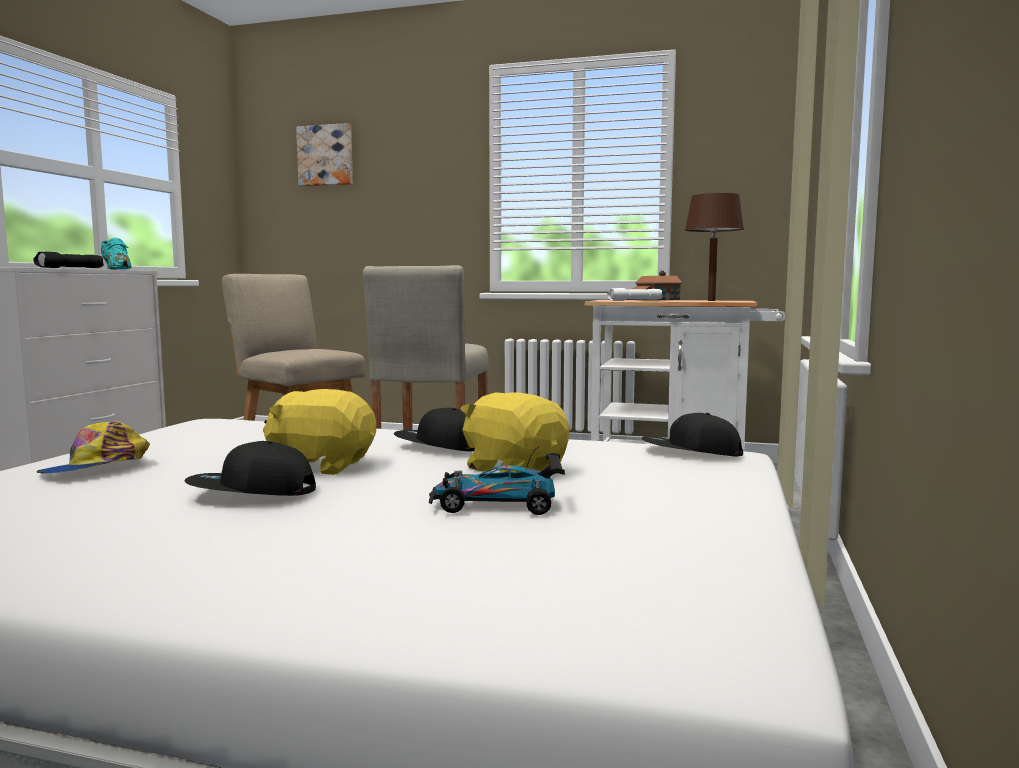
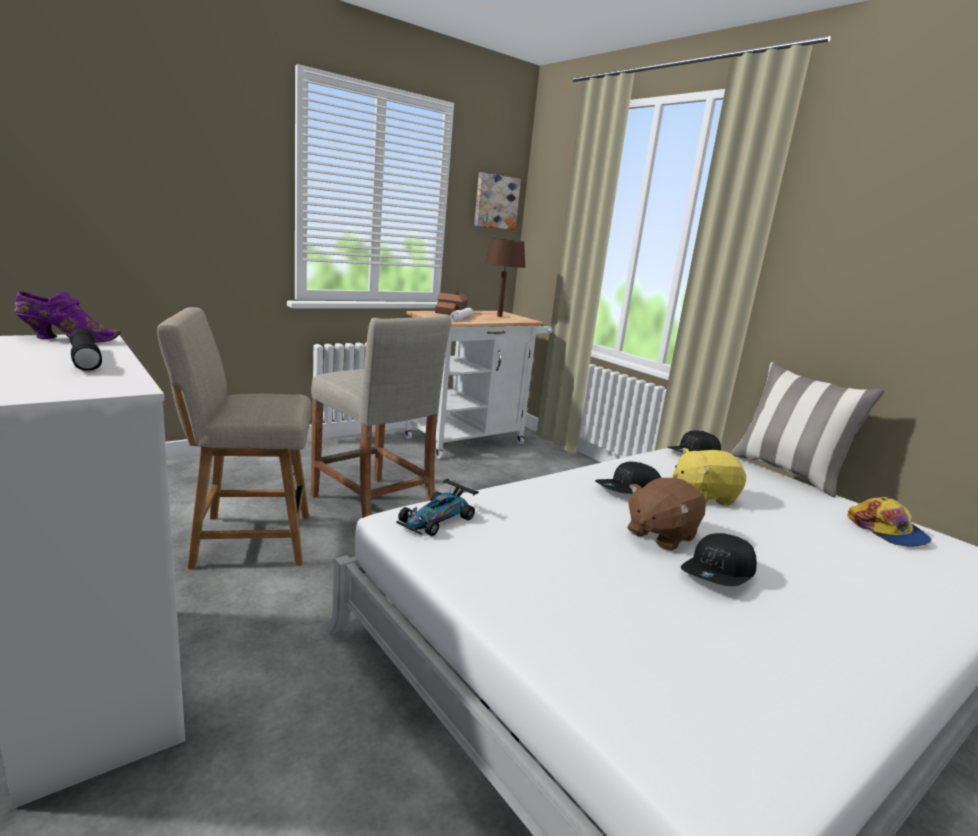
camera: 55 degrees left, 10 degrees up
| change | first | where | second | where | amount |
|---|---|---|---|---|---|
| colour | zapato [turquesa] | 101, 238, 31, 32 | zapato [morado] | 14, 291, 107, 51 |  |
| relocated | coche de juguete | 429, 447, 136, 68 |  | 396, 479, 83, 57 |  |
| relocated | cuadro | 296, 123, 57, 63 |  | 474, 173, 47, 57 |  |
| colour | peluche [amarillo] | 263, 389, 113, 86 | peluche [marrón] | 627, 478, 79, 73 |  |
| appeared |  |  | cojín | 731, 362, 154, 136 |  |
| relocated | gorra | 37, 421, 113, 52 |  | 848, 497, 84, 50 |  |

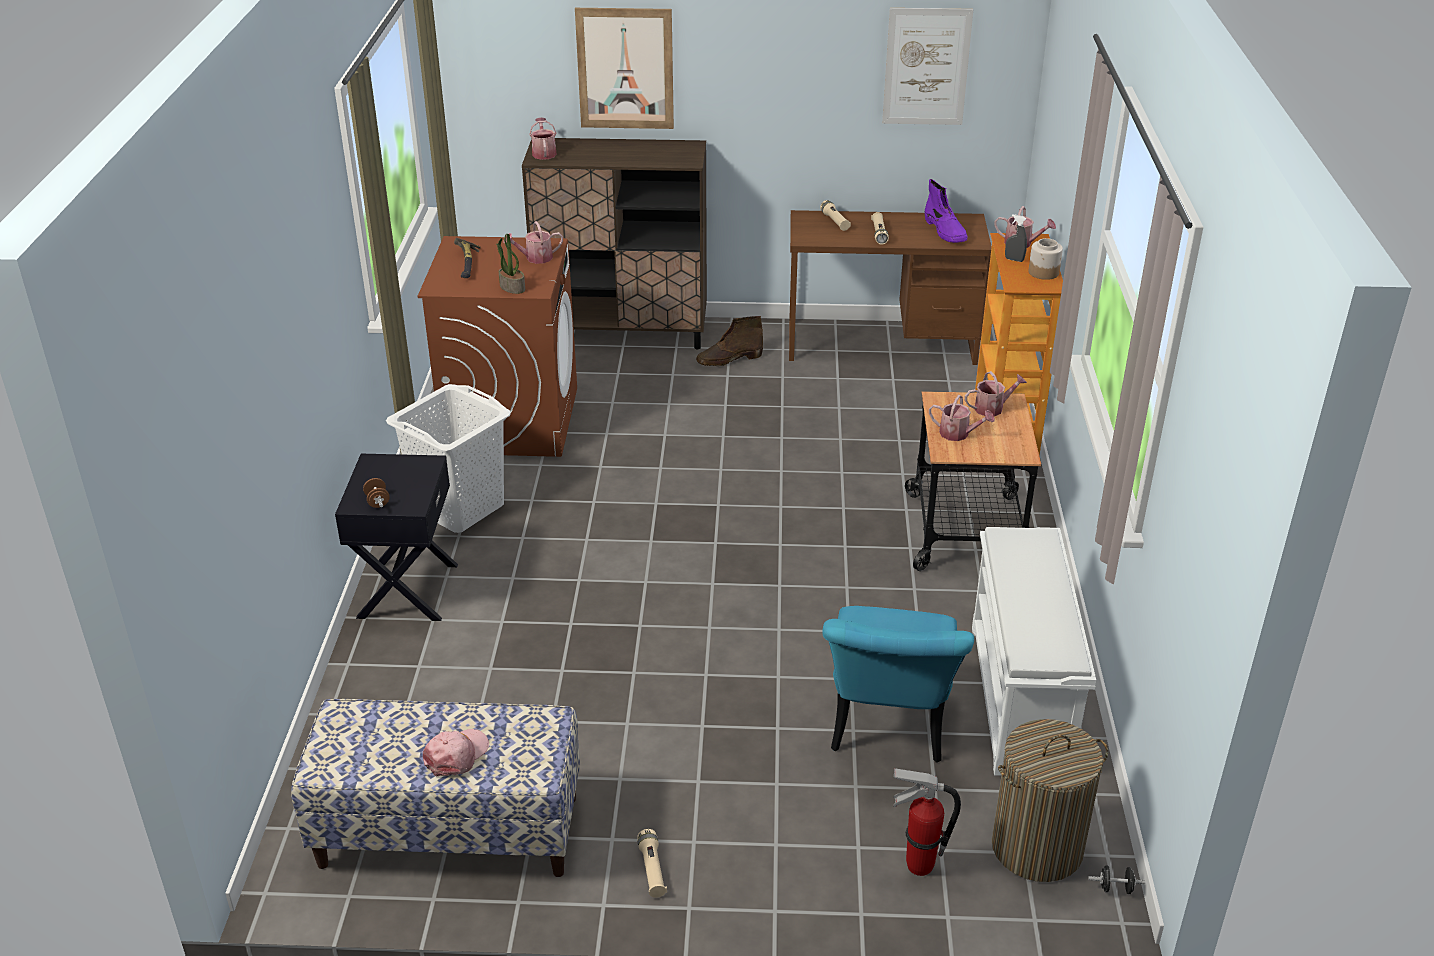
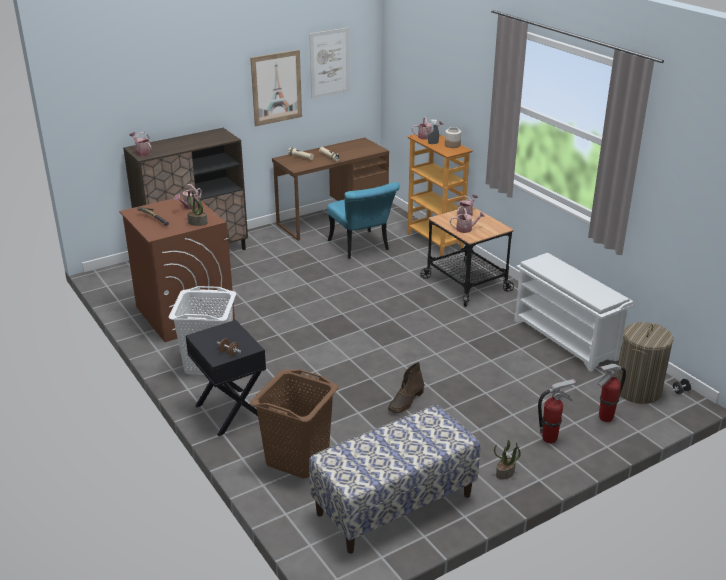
camera: 35 degrees left, 5 degrees down
| change | first | where | second | where | amount |
|---|---|---|---|---|---|
| relocated | cuadro | 575, 8, 99, 121 |  | 250, 50, 52, 76 |  |
| appeared |  |  | cesto de la ropa [marrón] | 250, 369, 88, 109 |  |
| relocated | silla [turquesa] | 822, 606, 152, 157 |  | 327, 182, 73, 77 |  |
| relocated | bota [marrón] | 696, 316, 67, 51 |  | 388, 362, 36, 51 |  |
| exchanged | linterna [beis] | 637, 829, 30, 69 | planta en maceta | 494, 440, 27, 40 |  |
| appeared |  |  | extintor | 538, 379, 38, 65 |  |
| missing | gorra [rosa] | 423, 729, 66, 47 |  |  |  |
| missing | bota [morado] | 925, 179, 43, 64 |  |  |  |

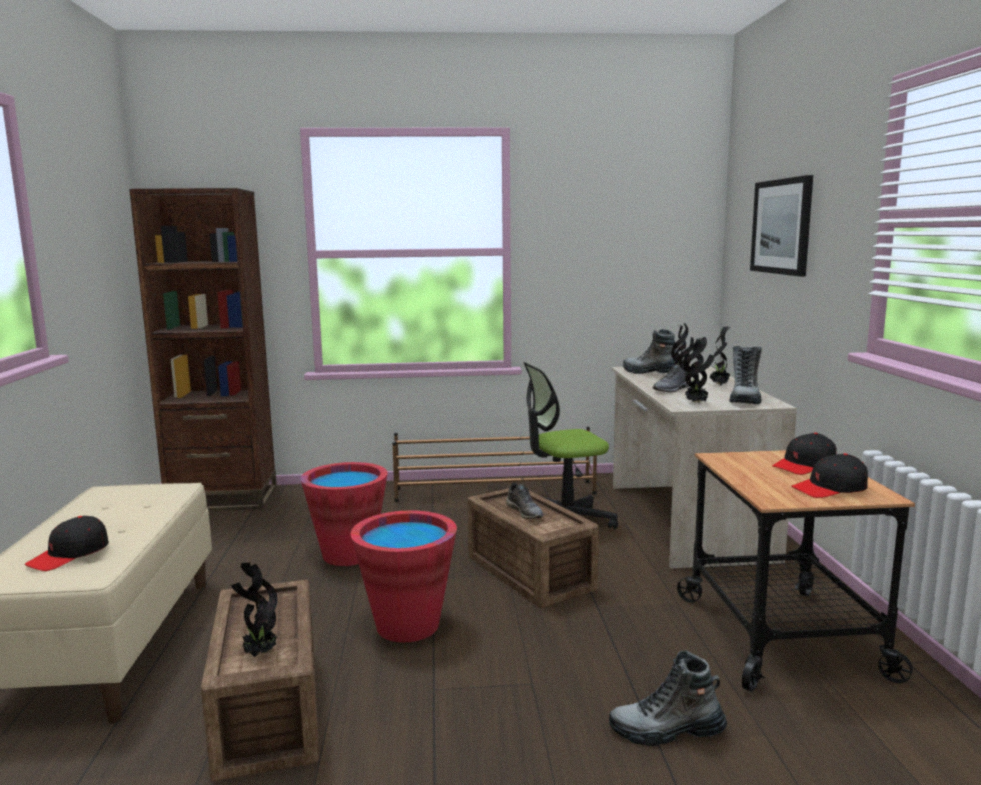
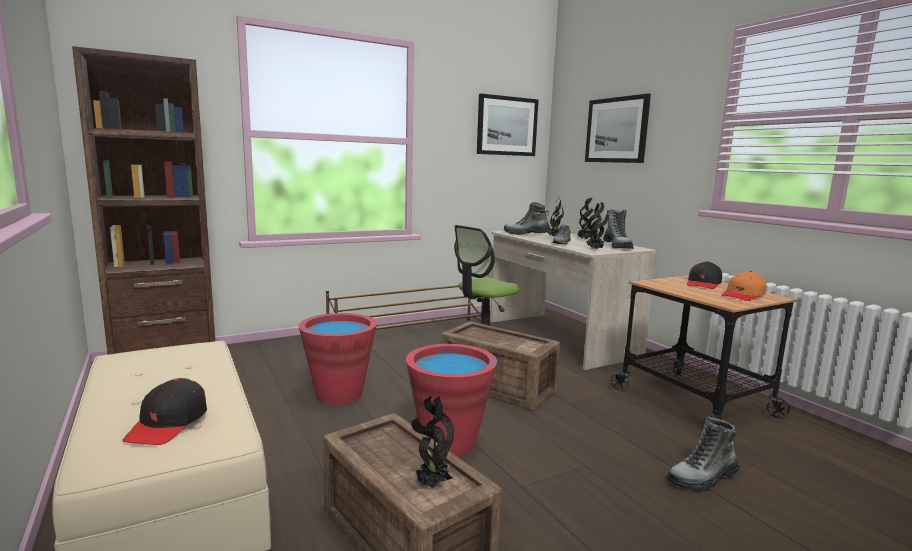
camera: 25 degrees left, 0 degrees up
| change | first | where | second | where | amount |
|---|---|---|---|---|---|
| appeared |  |  | cuadro | 477, 94, 61, 62 |  |
| colour | gorra [negro] | 791, 453, 77, 45 | gorra [naranja] | 722, 271, 45, 30 |  |
| missing | zapato [gris] | 506, 482, 37, 37 |  |  |  |

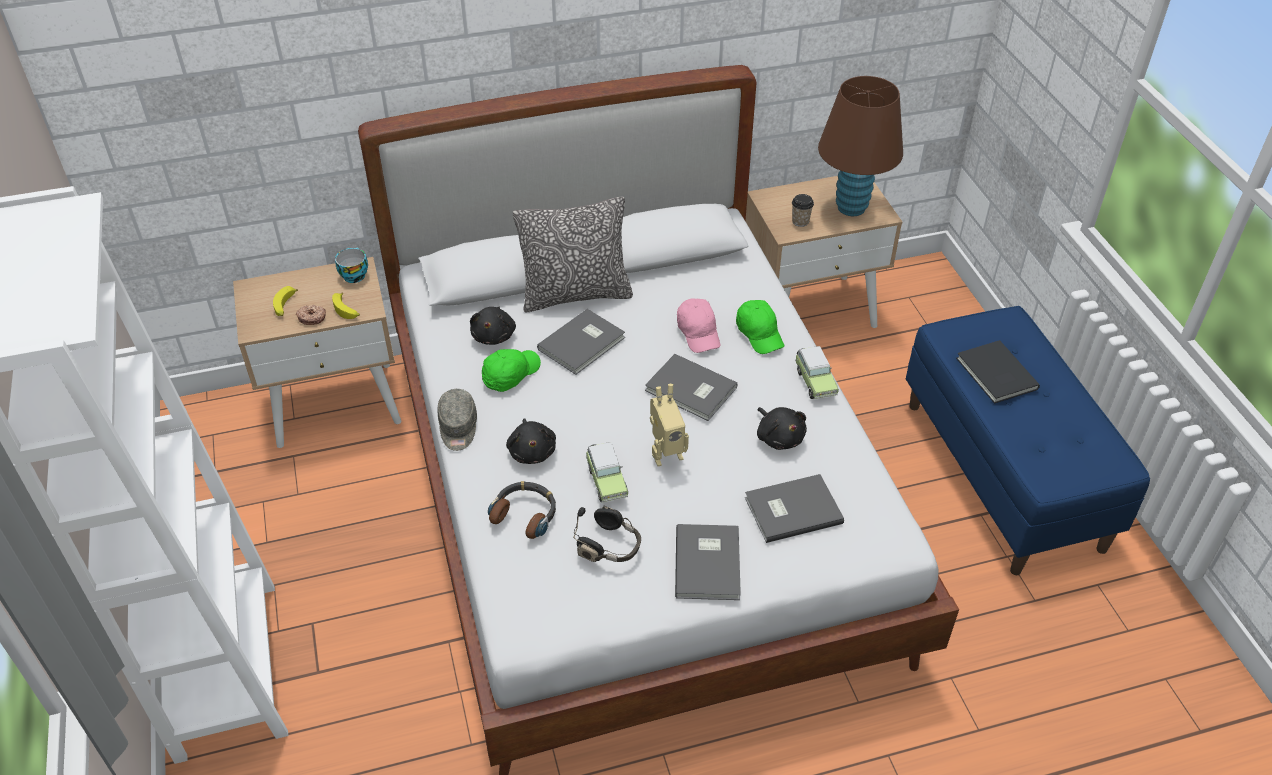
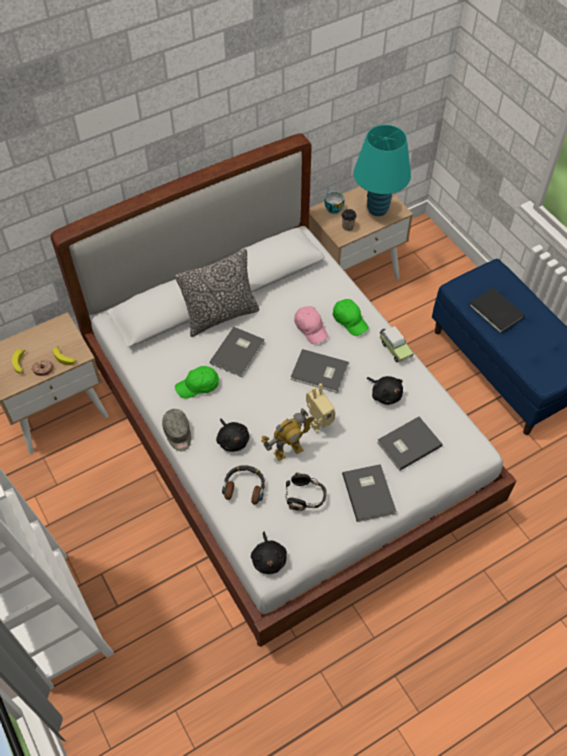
camera: 15 degrees left, 10 degrees up
| change | first | where | second | where | amount |
|---|---|---|---|---|---|
| spun | gorra [verde] | 482, 349, 59, 43 |  | 175, 366, 44, 33 | 135 degrees counterclockwise |
| relocated | peluche [negro] | 470, 306, 46, 39 |  | 251, 531, 36, 43 |  |
| exchanged | coche de juguete | 586, 442, 42, 61 | robot de juguete | 261, 408, 54, 53 |  |
| relocated | taza | 335, 248, 33, 35 |  | 324, 191, 20, 23 |  |
| colour | lámpara de mesa [marrón] | 818, 76, 85, 140 | lámpara de mesa [turquesa] | 354, 125, 57, 91 |  |

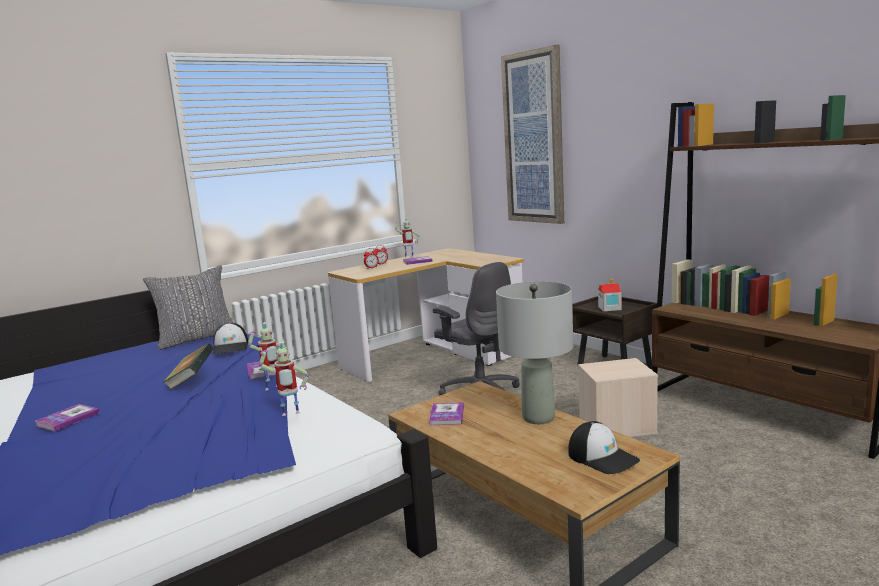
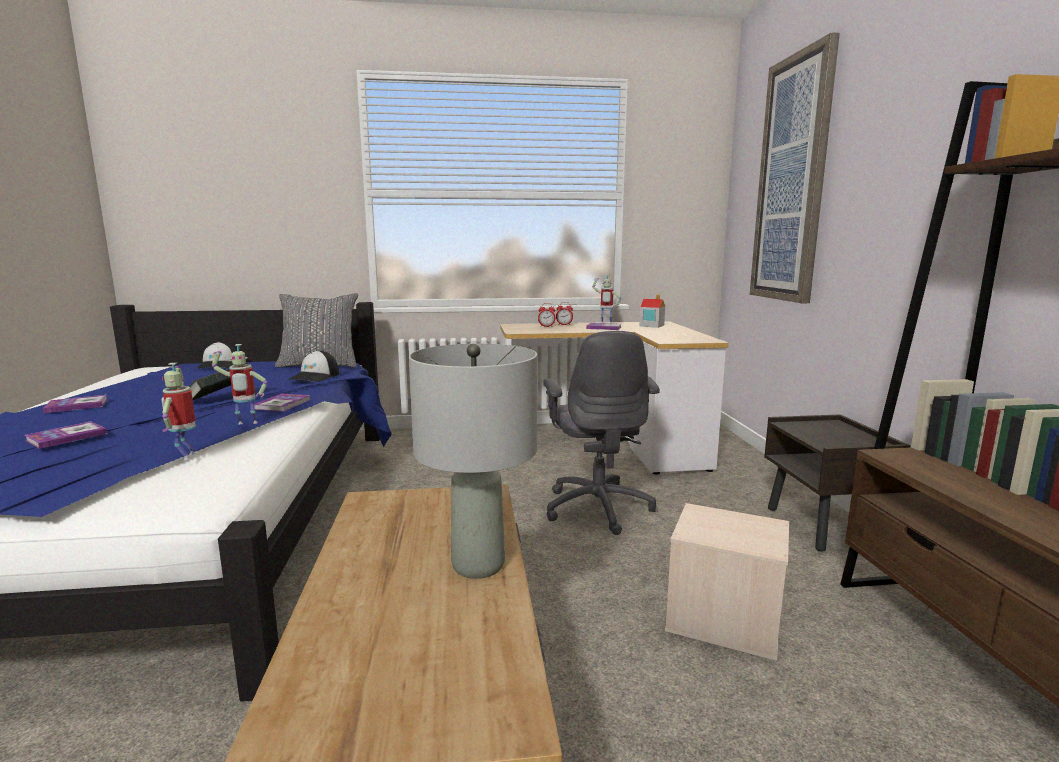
camera: 30 degrees right, 0 degrees up
| change | first | where | second | where | amount |
|---|---|---|---|---|---|
| relocated | libro | 429, 402, 35, 23 |  | 25, 421, 82, 28 |  |
| spun | robot de juguete | 259, 341, 50, 75 |  | 162, 363, 34, 97 | 60 degrees clockwise |
| relocated | gorra | 568, 421, 72, 53 |  | 196, 342, 39, 27 |  |
| relocated | casita | 598, 279, 24, 32 |  | 639, 295, 26, 33 |  |

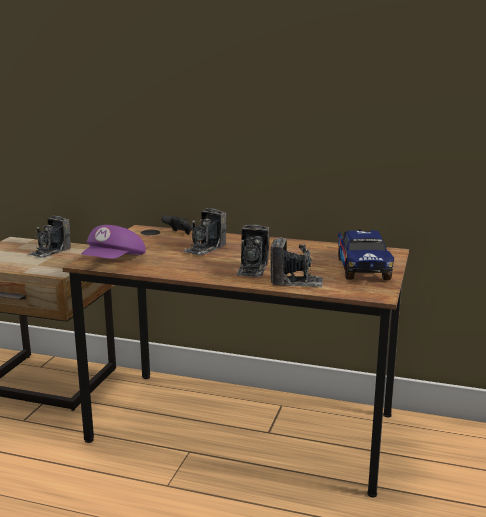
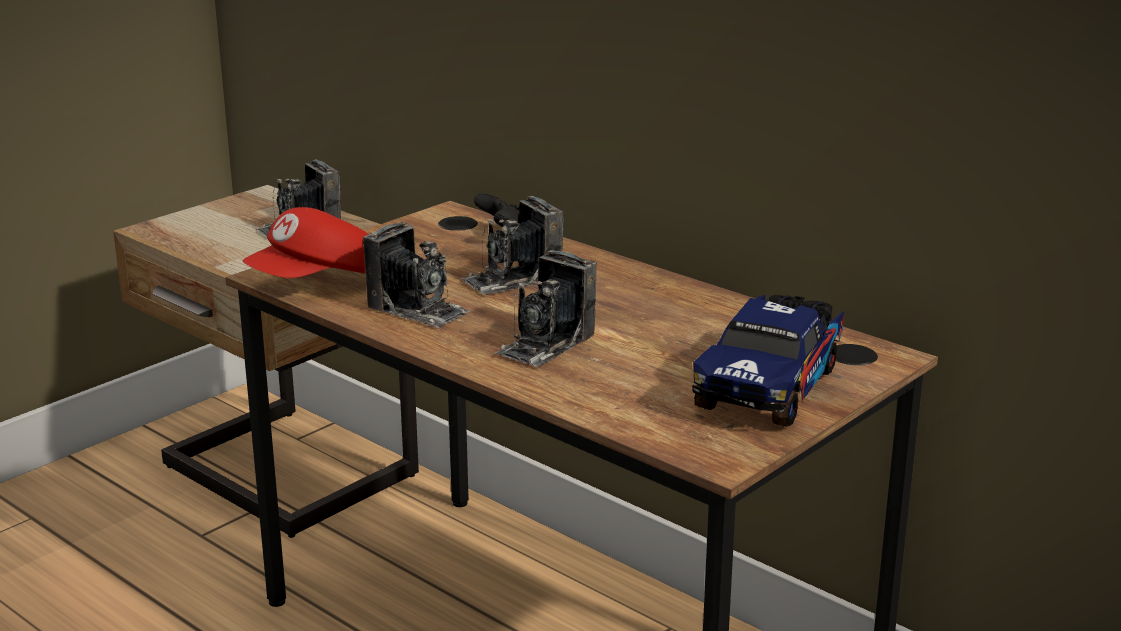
camera: 25 degrees right, 5 degrees up
| change | first | where | second | where | amount |
|---|---|---|---|---|---|
| colour | gorra [morado] | 81, 225, 65, 34 | gorra [rojo] | 243, 207, 126, 71 |  |
| relocated | cámara | 270, 237, 54, 51 |  | 363, 221, 107, 107 |  |

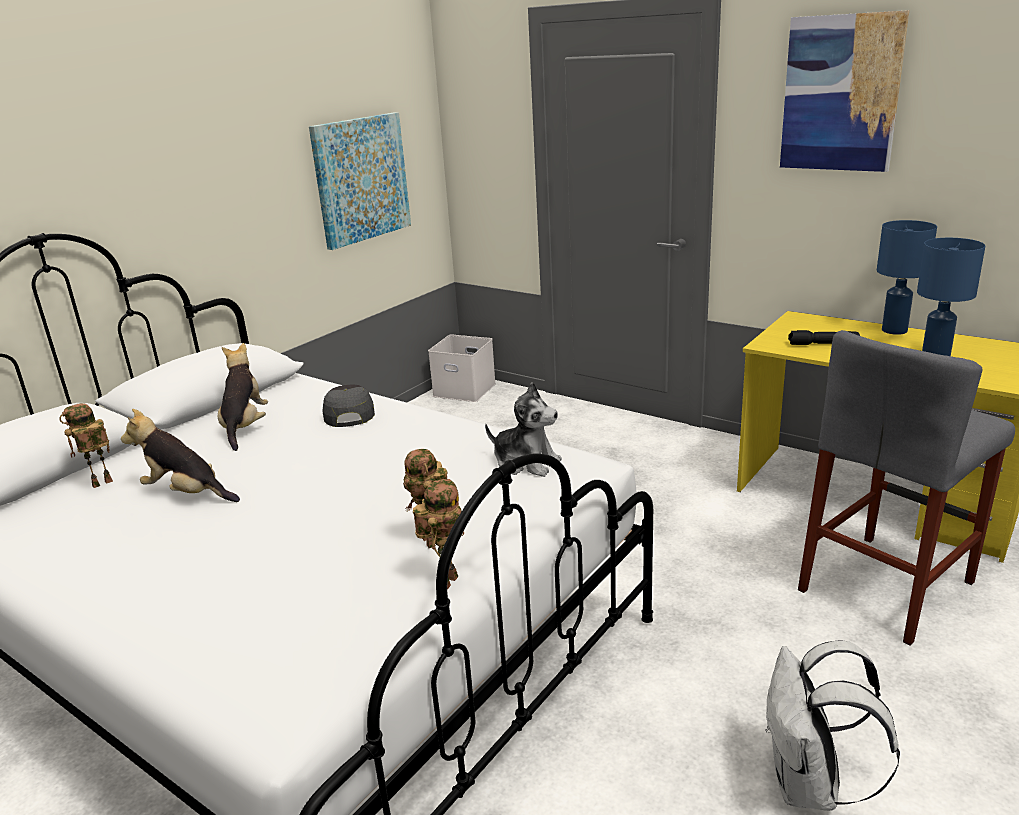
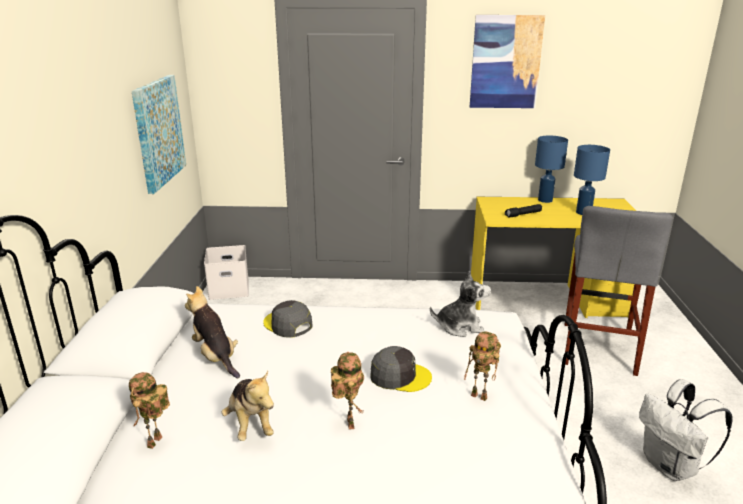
camera: 35 degrees left, 0 degrees up
| change | first | where | second | where | amount |
|---|---|---|---|---|---|
| spun | peluche | 121, 409, 119, 93 |  | 221, 371, 53, 70 | 105 degrees counterclockwise |
| relocated | robot de juguete | 413, 479, 51, 110 |  | 331, 352, 33, 78 |  |
| appeared |  |  | gorra [gris] | 370, 346, 62, 46 |  |

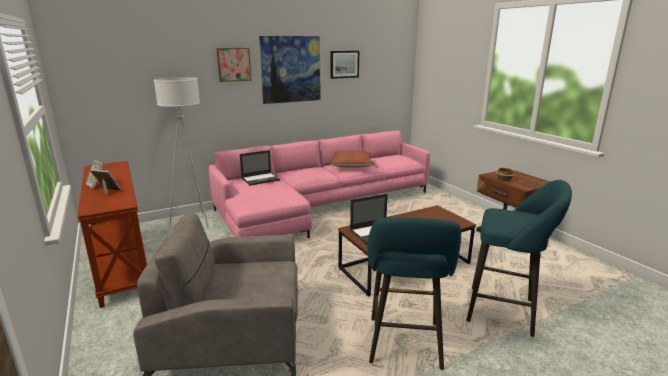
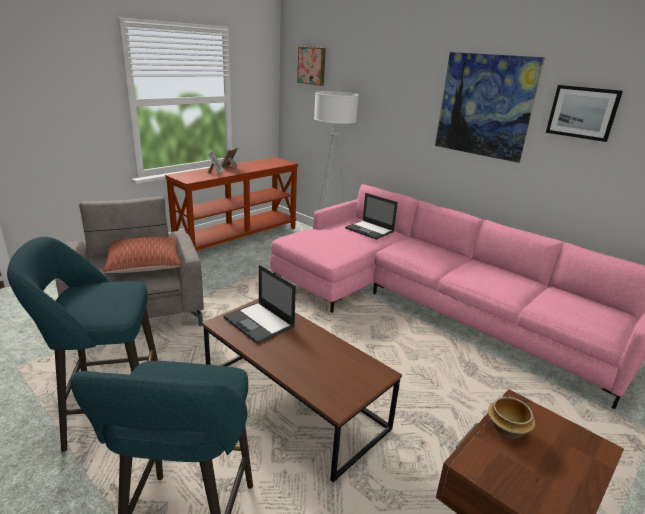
camera: 70 degrees right, 5 degrees up
| change | first | where | second | where | amount |
|---|---|---|---|---|---|
| relocated | cojín | 331, 150, 44, 18 |  | 103, 236, 79, 37 |  |
| relocated | cuadro | 216, 48, 36, 34 |  | 297, 46, 29, 40 |  |

